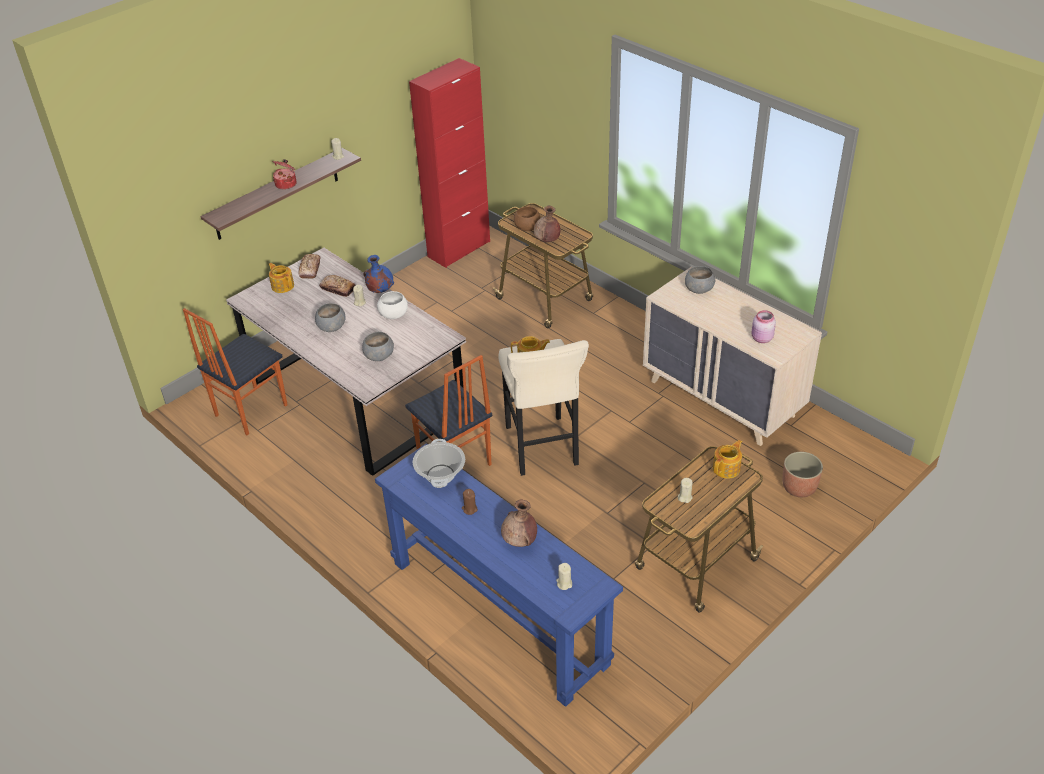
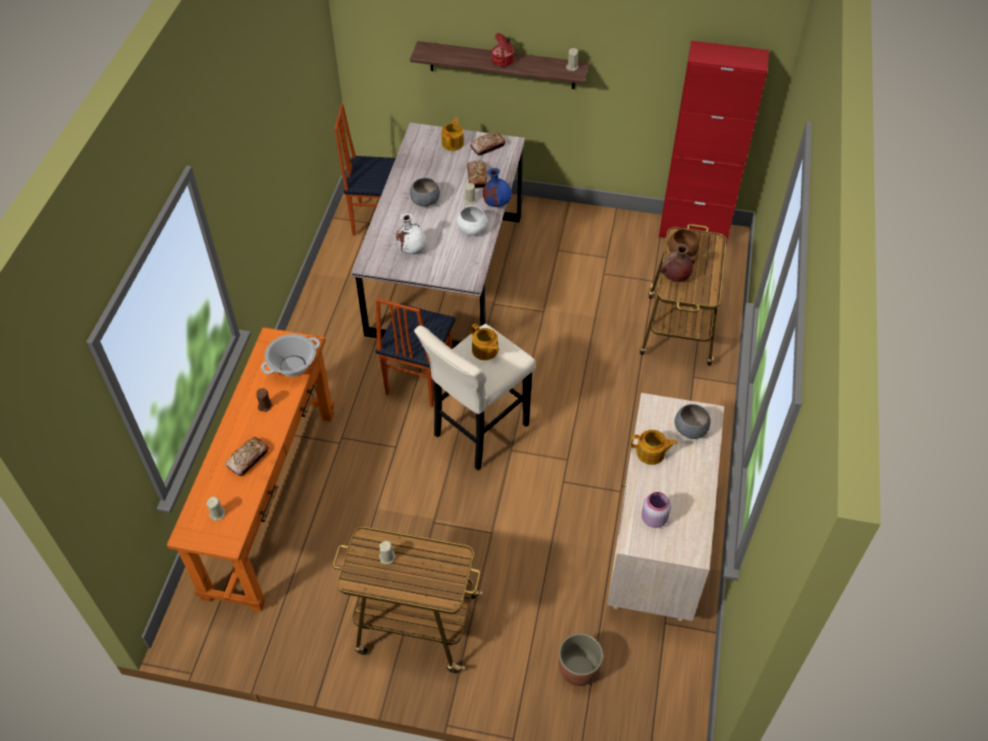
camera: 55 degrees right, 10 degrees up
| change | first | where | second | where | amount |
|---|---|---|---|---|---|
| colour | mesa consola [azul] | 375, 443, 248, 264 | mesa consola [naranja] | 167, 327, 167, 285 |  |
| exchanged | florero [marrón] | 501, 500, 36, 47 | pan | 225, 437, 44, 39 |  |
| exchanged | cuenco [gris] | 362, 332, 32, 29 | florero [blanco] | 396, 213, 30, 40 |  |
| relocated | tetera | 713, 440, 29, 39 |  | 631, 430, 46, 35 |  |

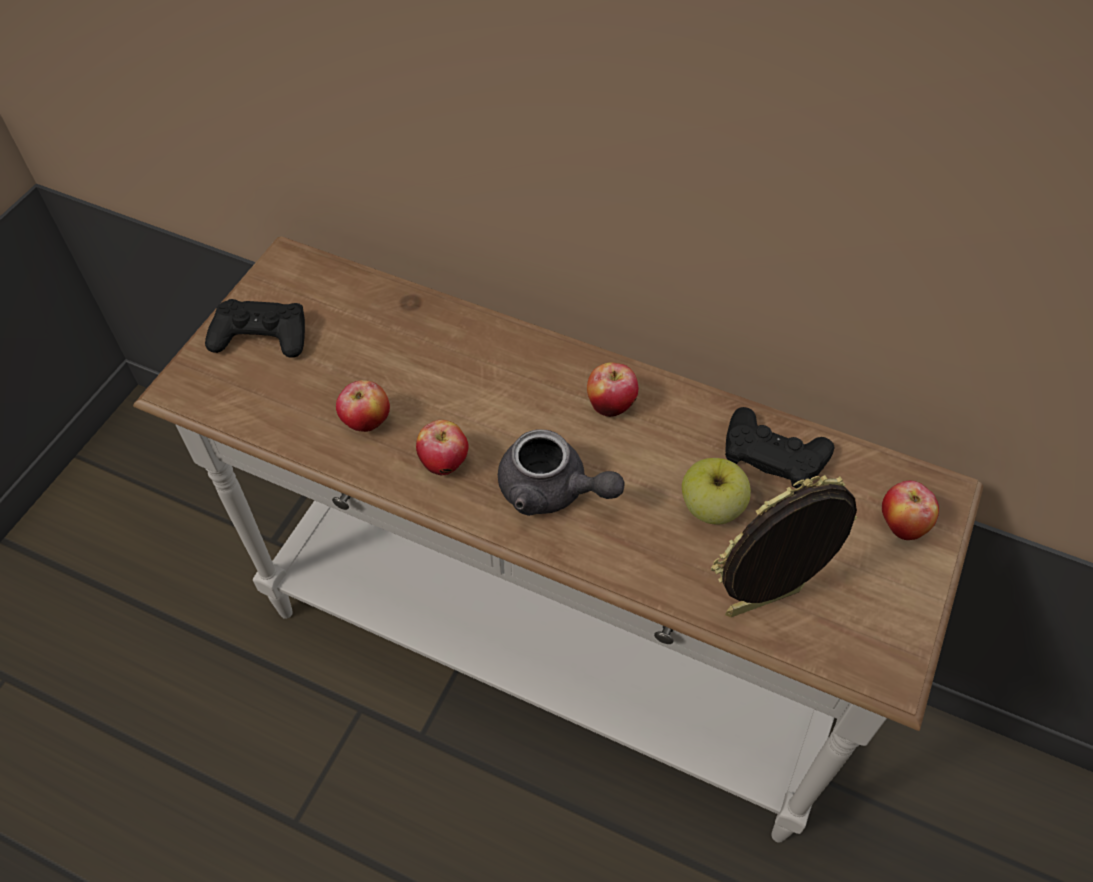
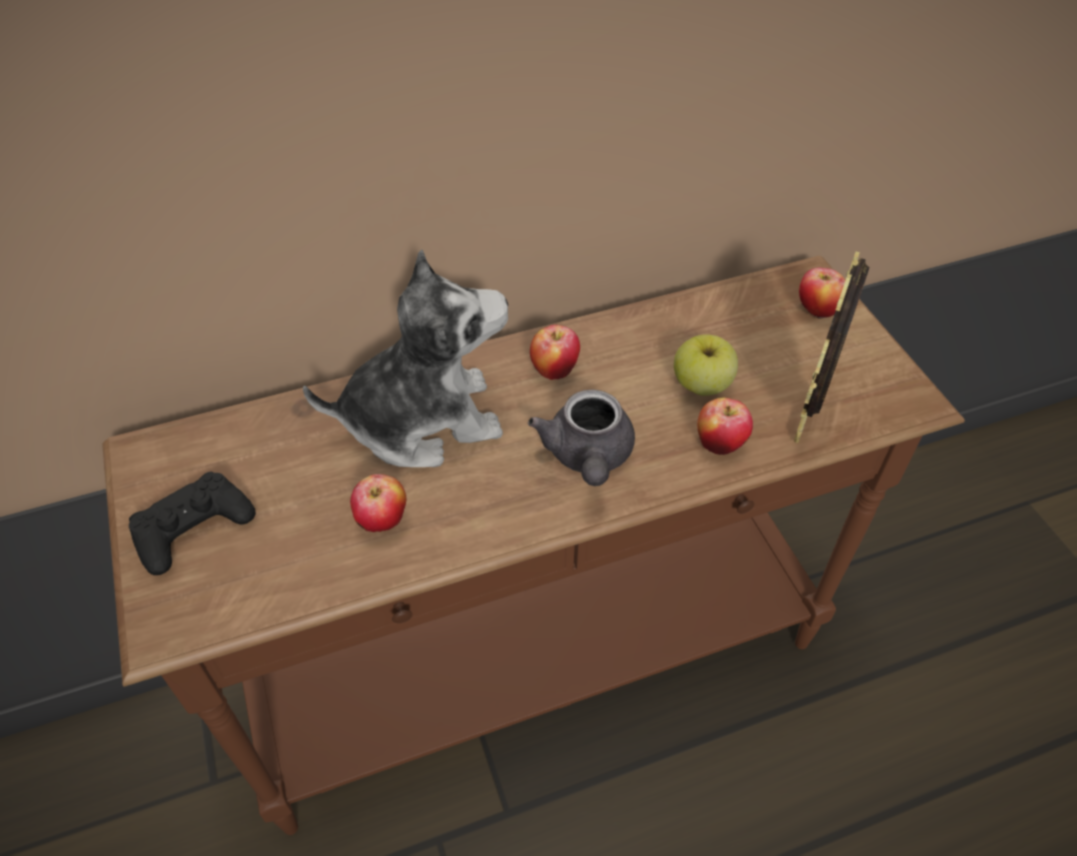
camera: 45 degrees left, 5 degrees down
| change | first | where | second | where | amount |
|---|---|---|---|---|---|
| colour | mesa consola [blanco] | 133, 236, 851, 607 | mesa consola [marrón] | 102, 255, 863, 580 |  |
| appeared |  |  | peluche | 303, 249, 205, 218 |  |
| spun | tetera [gris] | 498, 429, 127, 87 |  | 528, 390, 107, 96 | 105 degrees clockwise |
| relocated | manzana | 416, 420, 52, 56 |  | 697, 398, 56, 57 |  |
| missing | mando de consola [negro] | 725, 407, 109, 81 |  |  |  |

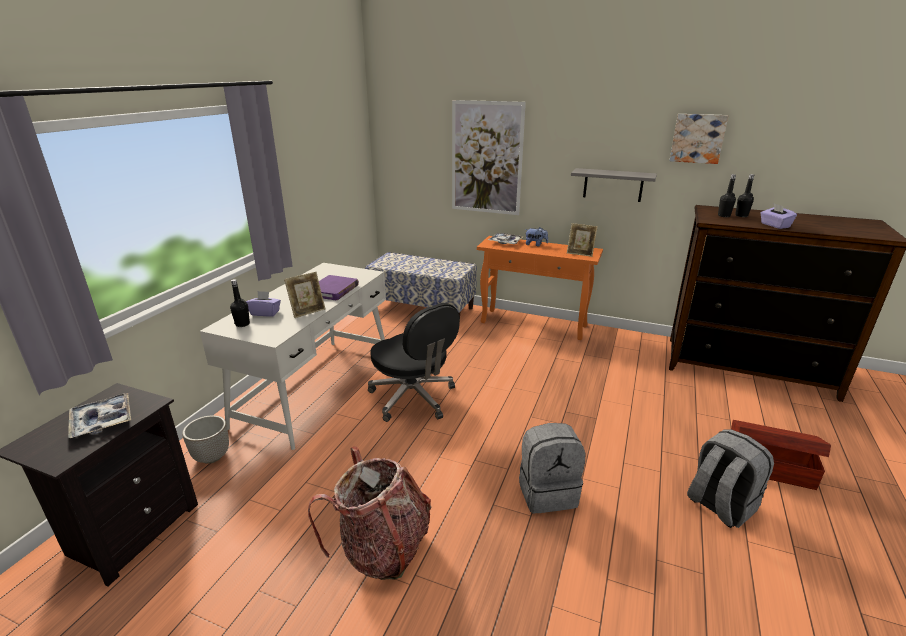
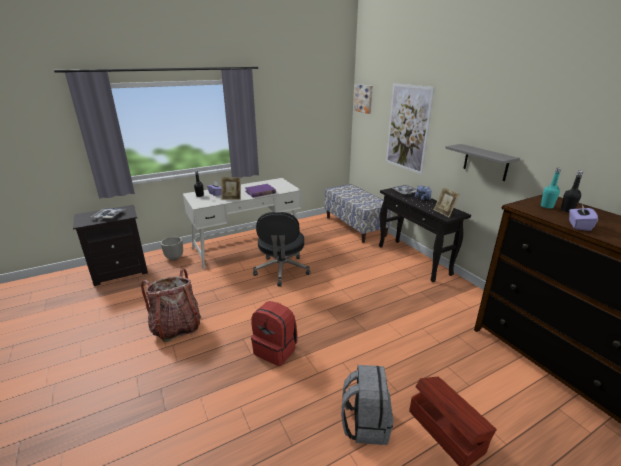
camera: 40 degrees right, 0 degrees up
| change | first | where | second | where | amount |
|---|---|---|---|---|---|
| colour | mochila [gris] | 519, 423, 66, 90 | mochila [rojo] | 251, 301, 47, 65 |  |
| relocated | cuadro | 670, 114, 58, 50 |  | 354, 84, 19, 30 |  |
| colour | mesa consola [naranja] | 477, 236, 126, 104 | mesa consola [negro] | 379, 188, 92, 94 |  |
| colour | botella [negro] | 718, 174, 18, 43 | botella [turquesa] | 541, 168, 20, 40 |  |

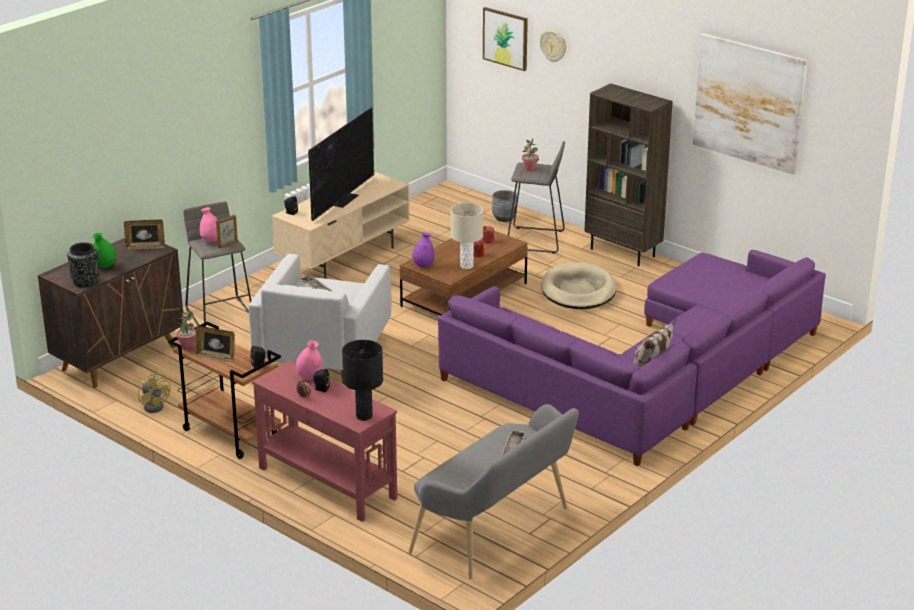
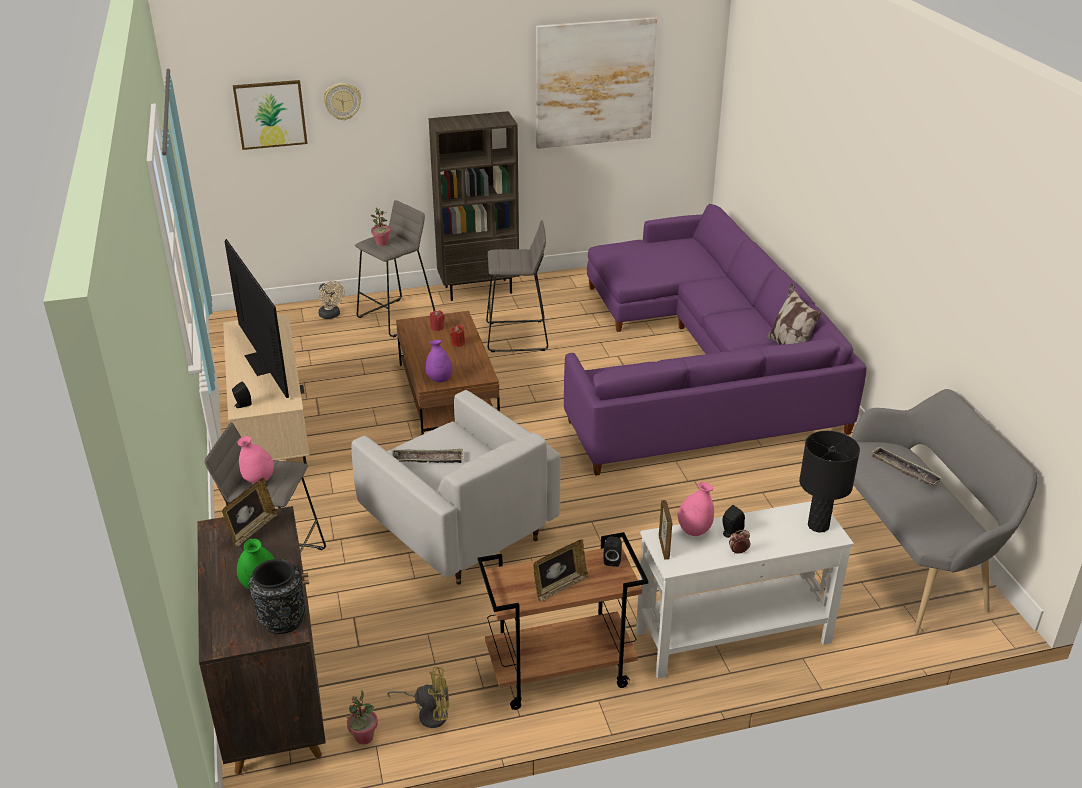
camera: 55 degrees left, 5 degrees up
| change | first | where | second | where | amount |
|---|---|---|---|---|---|
| exchanged | maceta [gris] | 492, 190, 25, 32 | ventilador [beis] | 318, 281, 27, 38 |  |
| relocated | planta en maceta | 176, 311, 20, 39 |  | 347, 690, 31, 54 |  |
| exchanged | cama para perro [beis] | 541, 262, 76, 47 | taburete [gris] | 486, 220, 62, 132 |  |
| colour | mesa consola [rojo] | 252, 361, 145, 161 | mesa consola [blanco] | 636, 501, 218, 178 |  |
| relocated | portarretratos | 216, 215, 22, 33 |  | 659, 500, 13, 60 |  |
| missing | lámpara de mesa [beis] | 451, 203, 32, 66 |  |  |  |

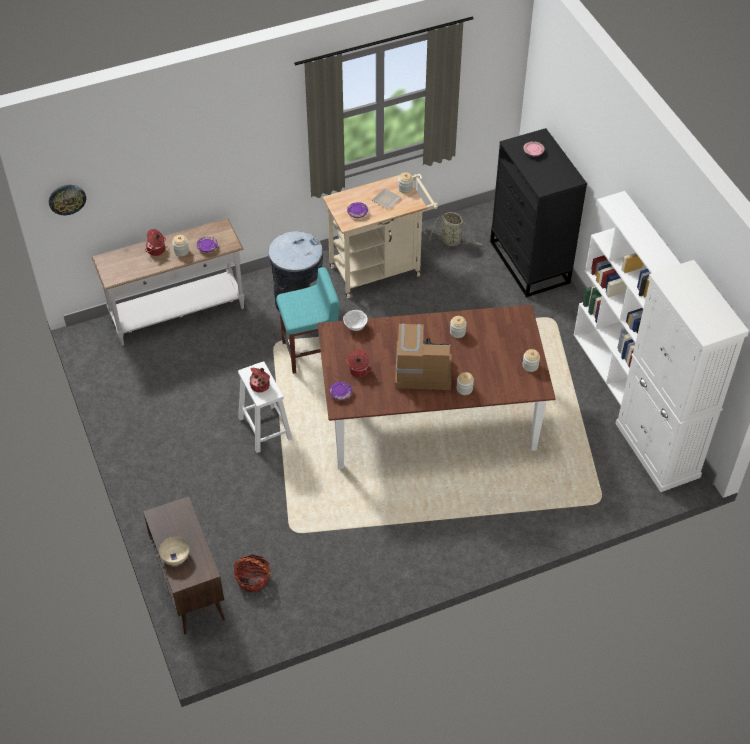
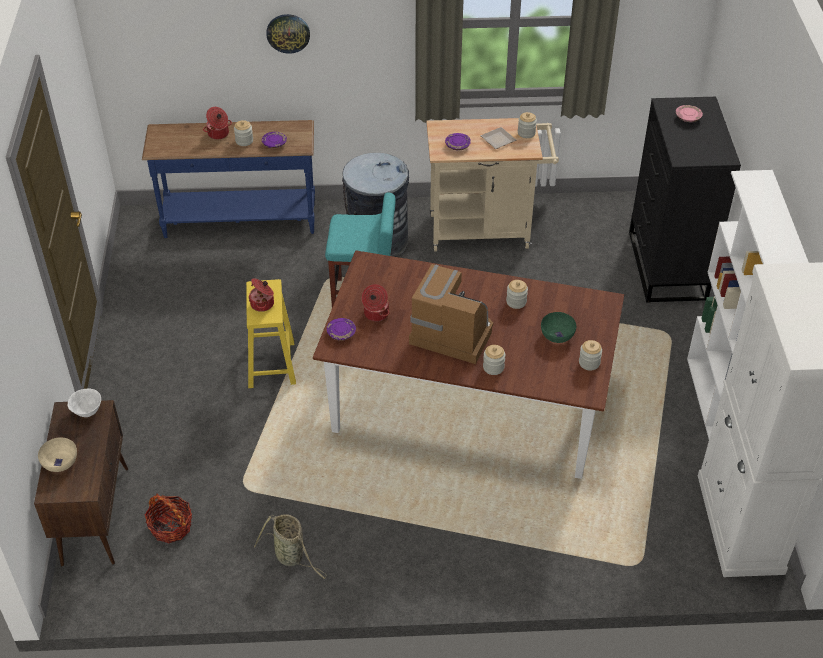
camera: 20 degrees right, 5 degrees down
| change | first | where | second | where | amount |
|---|---|---|---|---|---|
| relocated | cuenco [blanco] | 343, 310, 25, 21 |  | 68, 388, 33, 29 |  |
| colour | mesa consola [blanco] | 92, 218, 153, 128 | mesa consola [azul] | 142, 120, 173, 118 |  |
| colour | taburete [blanco] | 238, 361, 54, 92 | taburete [amarillo] | 246, 279, 50, 109 |  |
| relocated | cesta | 429, 212, 53, 34 |  | 254, 514, 73, 65 |  |
| relocated | reloj de pared | 49, 185, 37, 30 |  | 266, 14, 44, 40 |  |
| appeared |  |  | cuenco [verde] | 541, 312, 35, 31 |  |

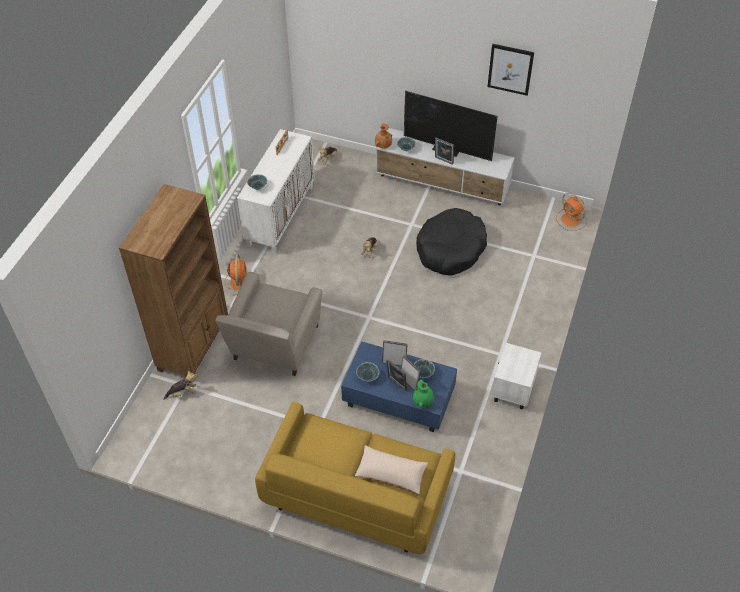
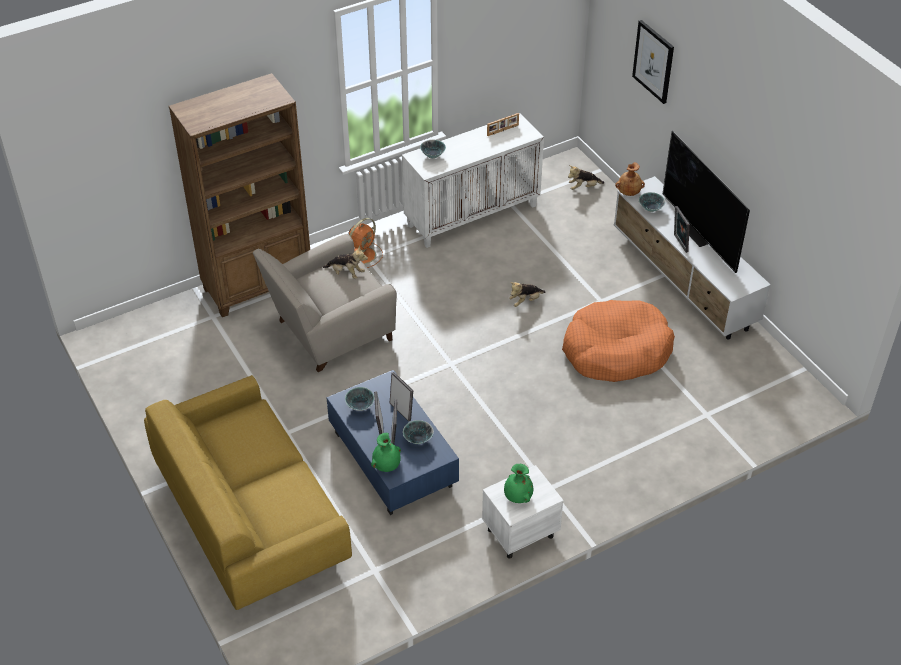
camera: 40 degrees right, 5 degrees down
| change | first | where | second | where | amount |
|---|---|---|---|---|---|
| relocated | peluche | 163, 370, 35, 30 |  | 323, 245, 45, 34 |  |
| appeared |  |  | florero [verde] | 504, 464, 29, 39 |  |
| colour | cama para perro [negro] | 416, 208, 71, 68 | cama para perro [naranja] | 562, 300, 113, 82 |  |
| relocated | cuadro | 487, 44, 47, 52 |  | 632, 20, 42, 84 |  |
| missing | cojín [beis] | 355, 445, 73, 49 |  |  |  |
| missing | ventilador [naranja] | 556, 193, 31, 38 |  |  |  |

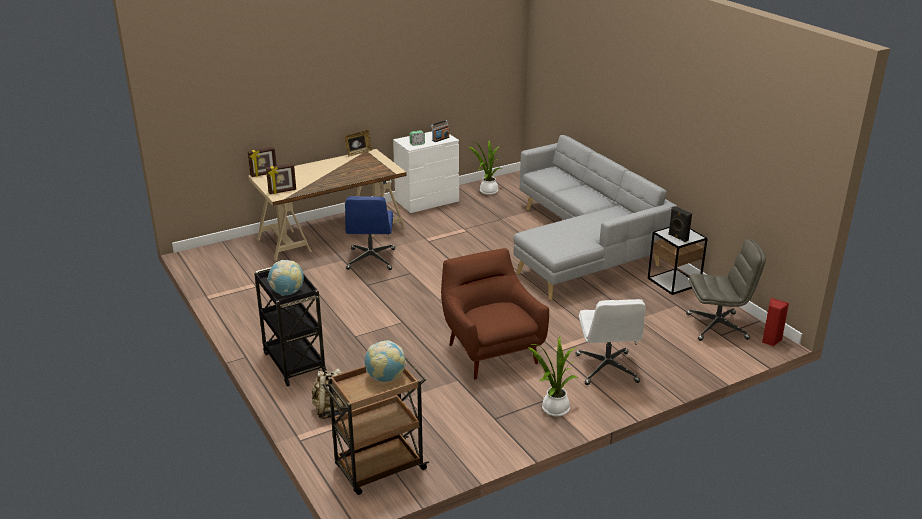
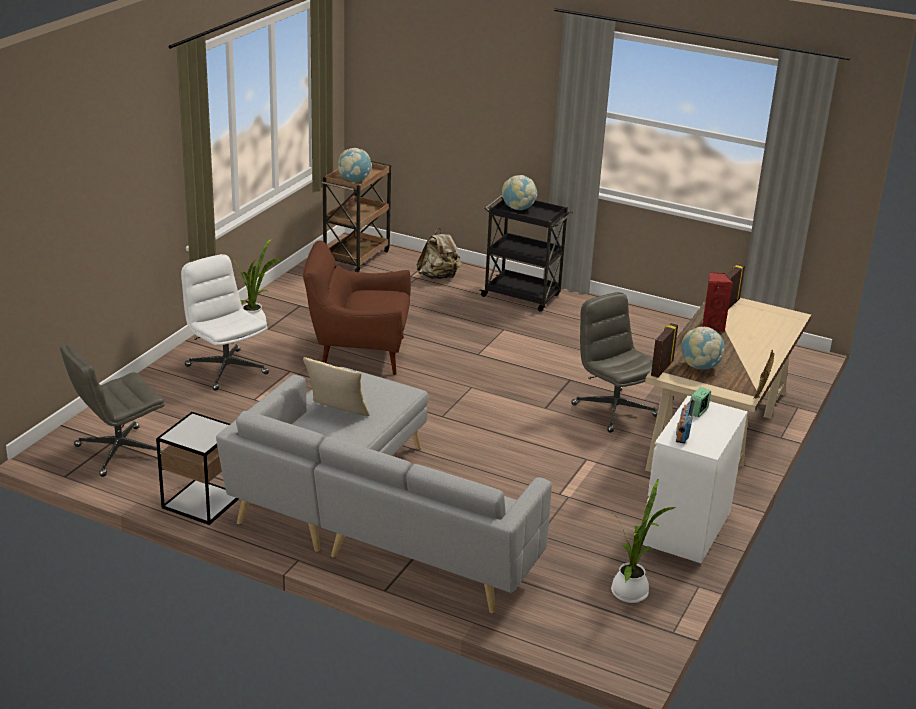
camera: 145 degrees right, 0 degrees up
| change | first | where | second | where | amount |
|---|---|---|---|---|---|
| spun | sillón [marrón] | 441, 248, 108, 132 |  | 303, 240, 108, 135 | 150 degrees clockwise |
| appeared |  |  | cojín | 303, 357, 67, 59 |  |
| colour | silla de oficina [azul] | 345, 196, 50, 74 | silla de oficina [gris] | 571, 292, 87, 141 |  |
| relocated | portarretratos | 248, 147, 29, 30 |  | 651, 323, 27, 55 |  |
| appeared |  |  | globo terráqueo | 682, 327, 43, 43 |  |
| relocated | altavoz [rojo] | 762, 298, 27, 48 |  | 702, 273, 30, 59 |  |
| missing | altavoz [negro] | 668, 206, 24, 36 |  |  |  |

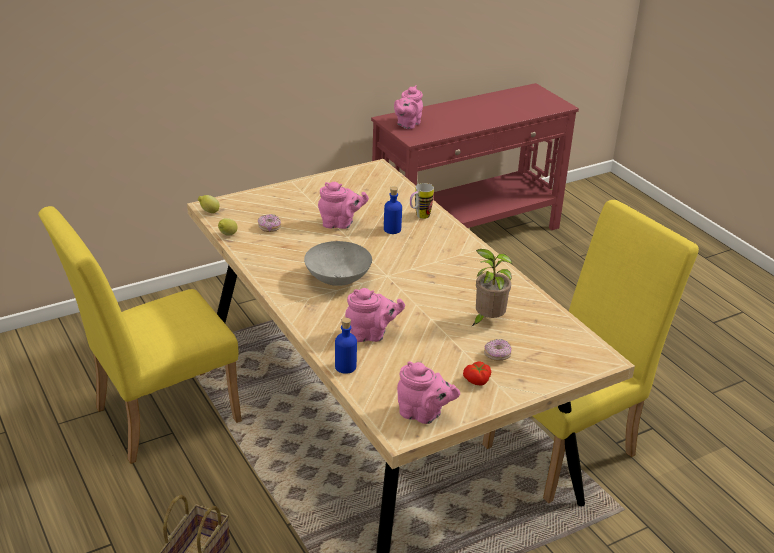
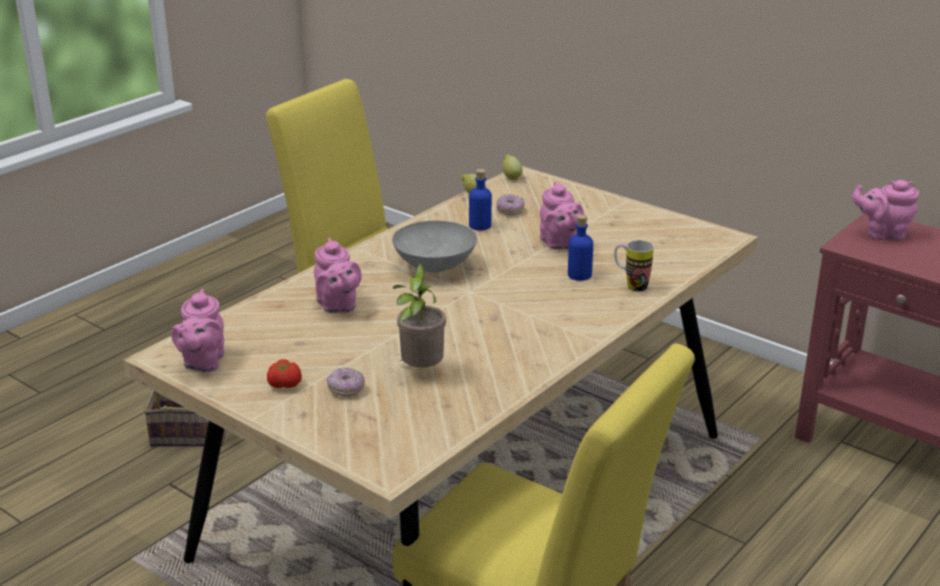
camera: 70 degrees right, 5 degrees down
| change | first | where | second | where | amount |
|---|---|---|---|---|---|
| relocated | botella [azul] | 335, 318, 22, 56 |  | 469, 169, 23, 61 |  |

